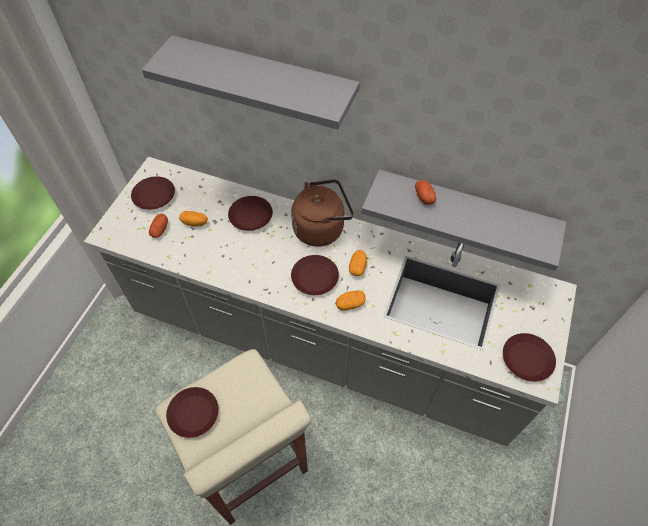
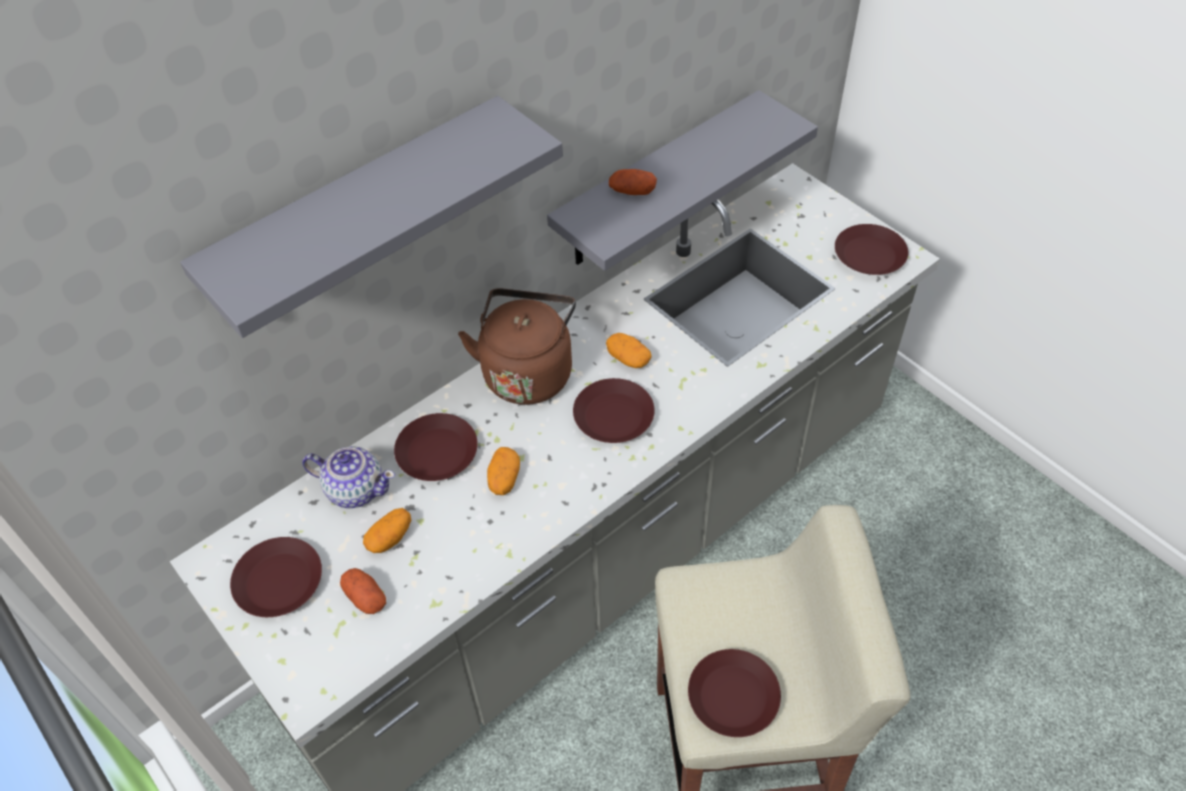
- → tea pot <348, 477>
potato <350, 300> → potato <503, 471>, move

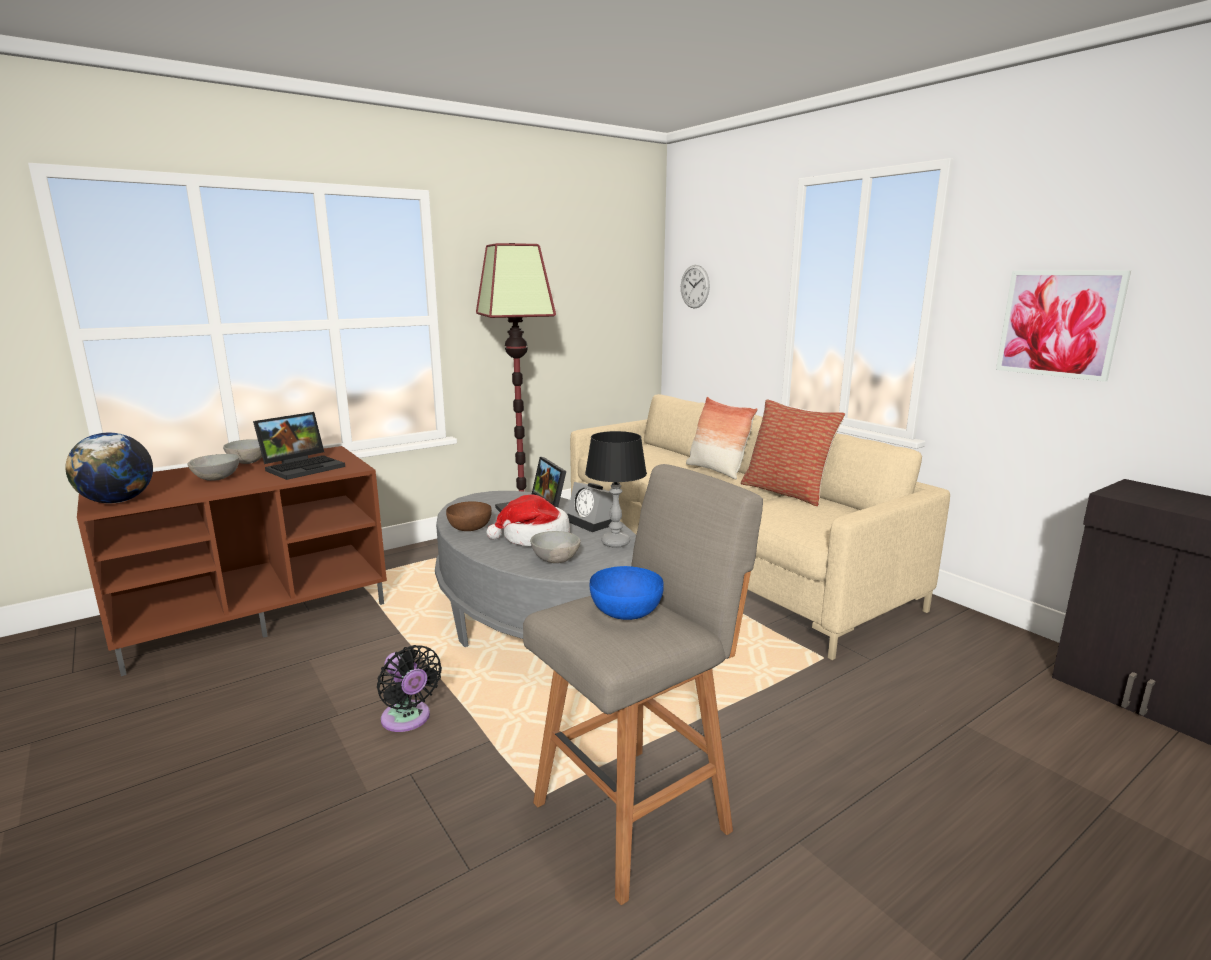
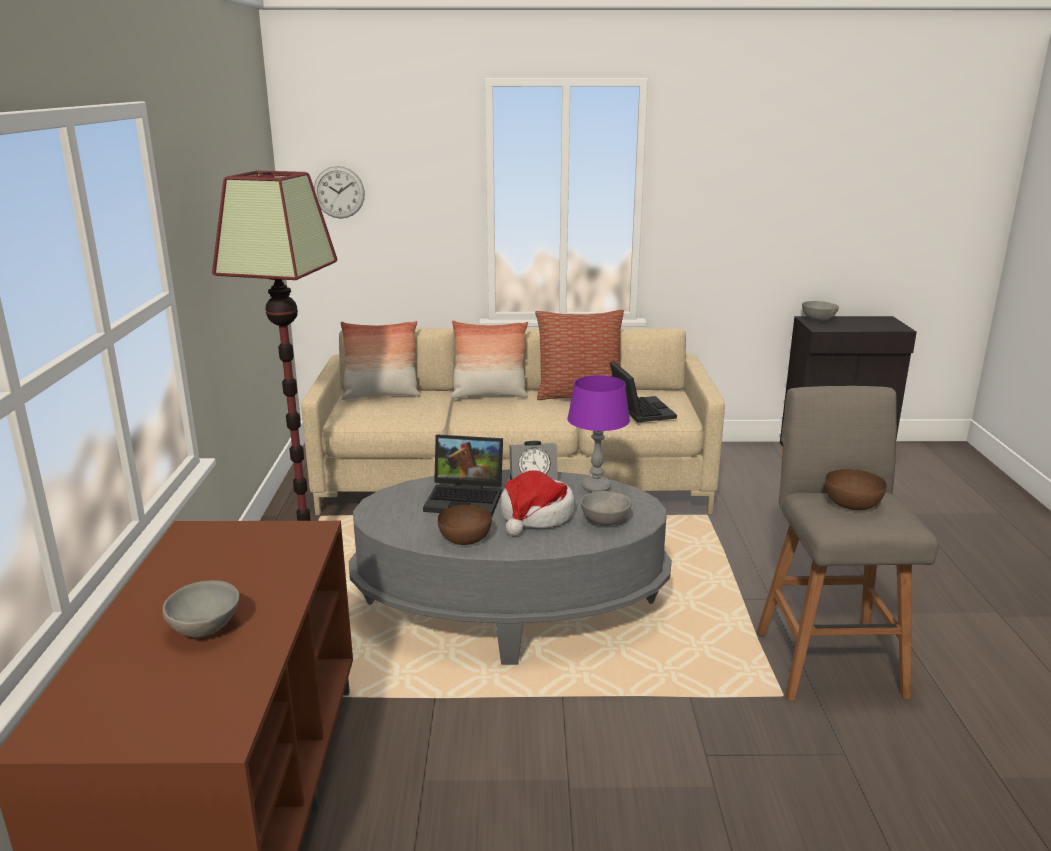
globe <109, 467> → -
black-coloured cooling fan <409, 688> → -
wall picture <1063, 326> → -
- → pillow <380, 360>
gray serving bowl <242, 451> → gray serving bowl <820, 311>, move
portable computer <299, 446> → portable computer <643, 391>, move
black-coloured tabletop lamp <616, 489> → purple-coloured tabletop lamp <598, 433>
blue-coloured serving bowl <627, 593> → brown serving bowl <856, 489>

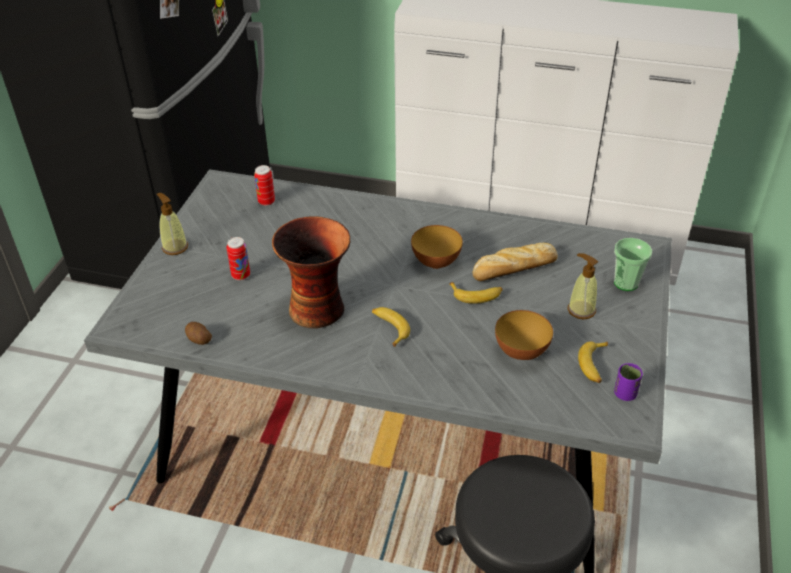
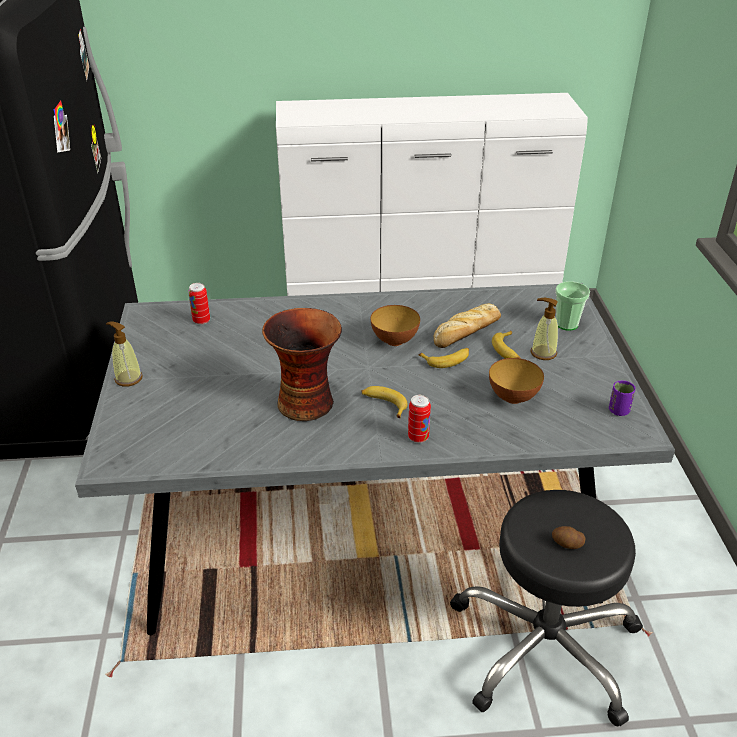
potato <198, 333> → potato <569, 537>, move
can <238, 258> → can <419, 419>, move
banana fruit <593, 362> → banana fruit <506, 345>, move

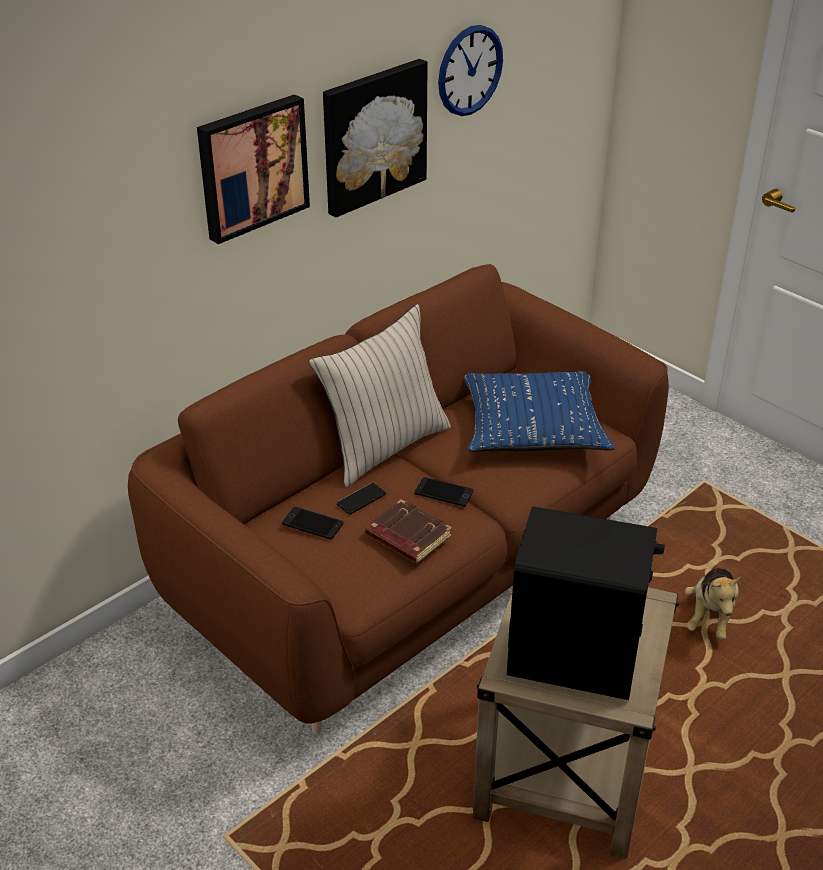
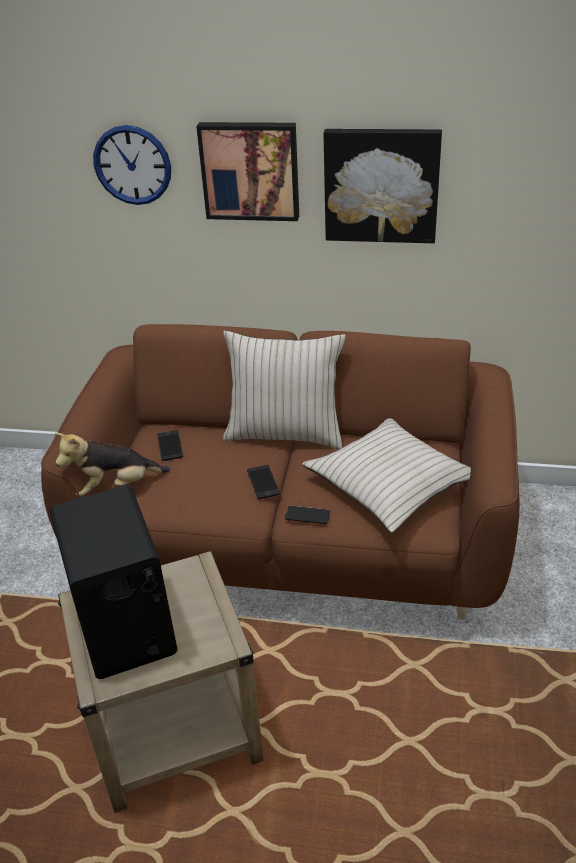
brown book <408, 531> → -
phone <361, 498> → phone <307, 515>, move
wall clock <470, 70> → wall clock <132, 165>, move
plush toy <713, 604> → plush toy <112, 464>, move
blue-coloured pillow <539, 411> → beige-coloured pillow <386, 475>

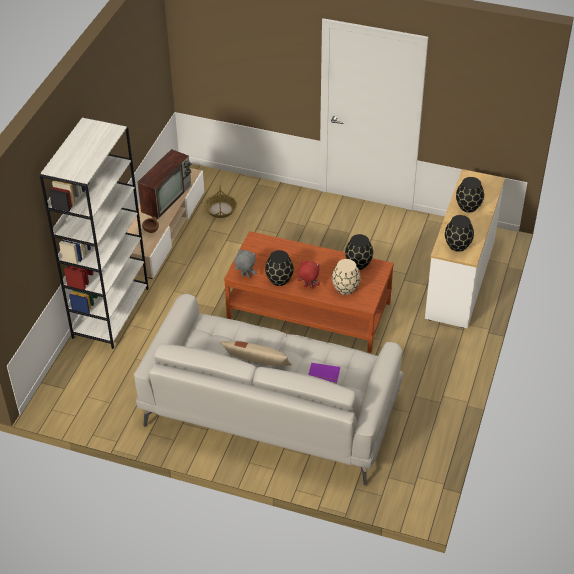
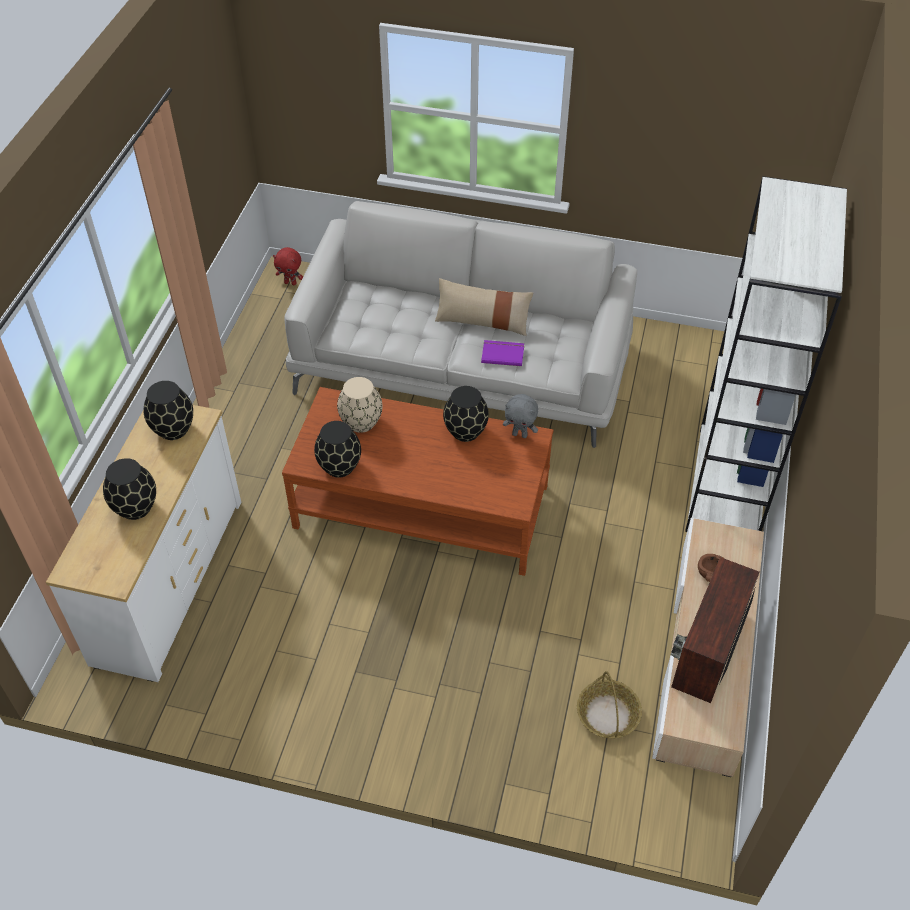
reddish plush toy <309, 274> → reddish plush toy <288, 266>, move
purple-coloured book <324, 373> → purple-coloured book <502, 353>, move

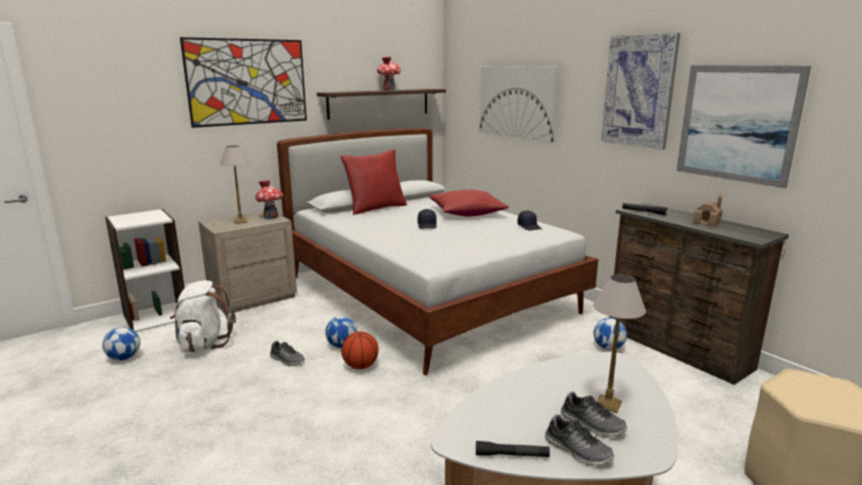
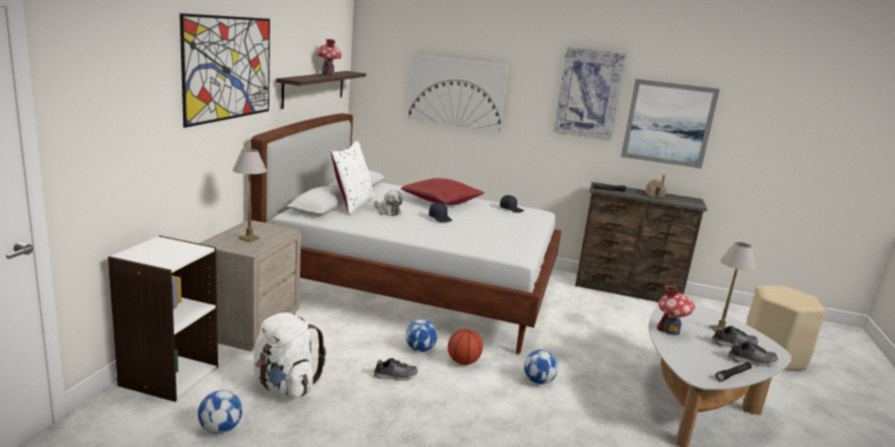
- → plush toy <388, 203>
model house <269, 199> → model house <676, 310>, move
football <610, 334> → football <541, 367>, move
reddish pillow <374, 182> → white pillow <352, 178>

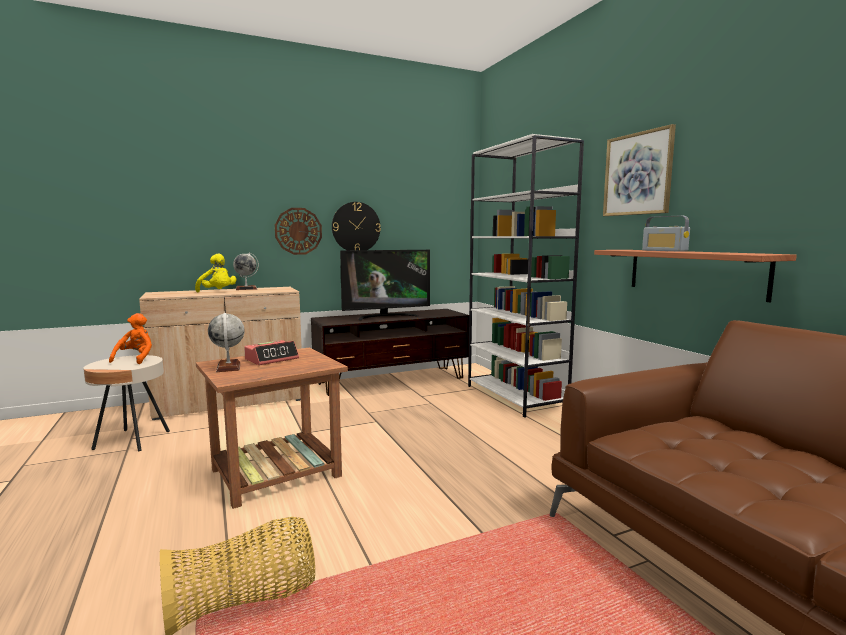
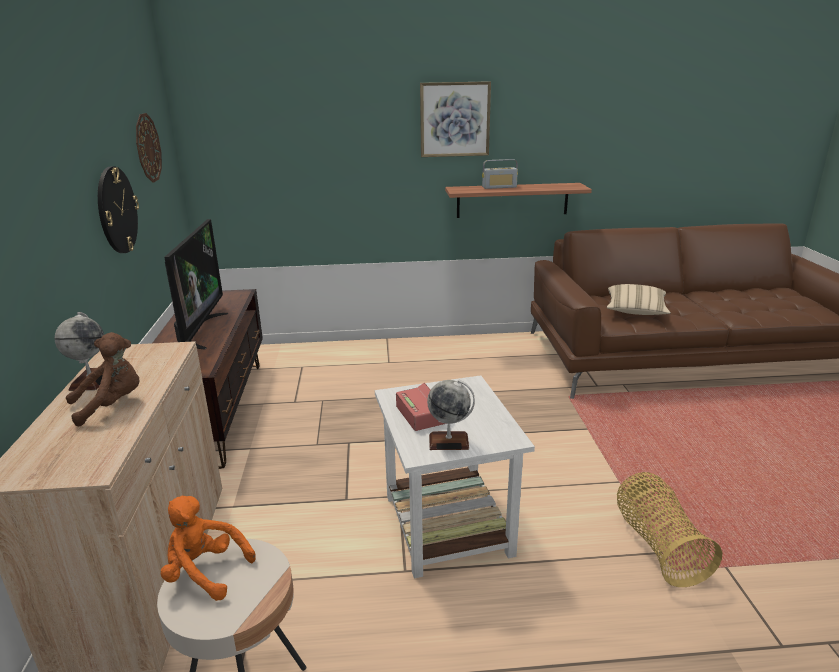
white shelving unit <526, 276> → -
- → beige-coloured pillow <638, 299>
wall clock <298, 231> → wall clock <149, 148>, move
yellowish plush toy <216, 272> → brown plush toy <103, 379>
brown end table <272, 428> → white end table <455, 476>

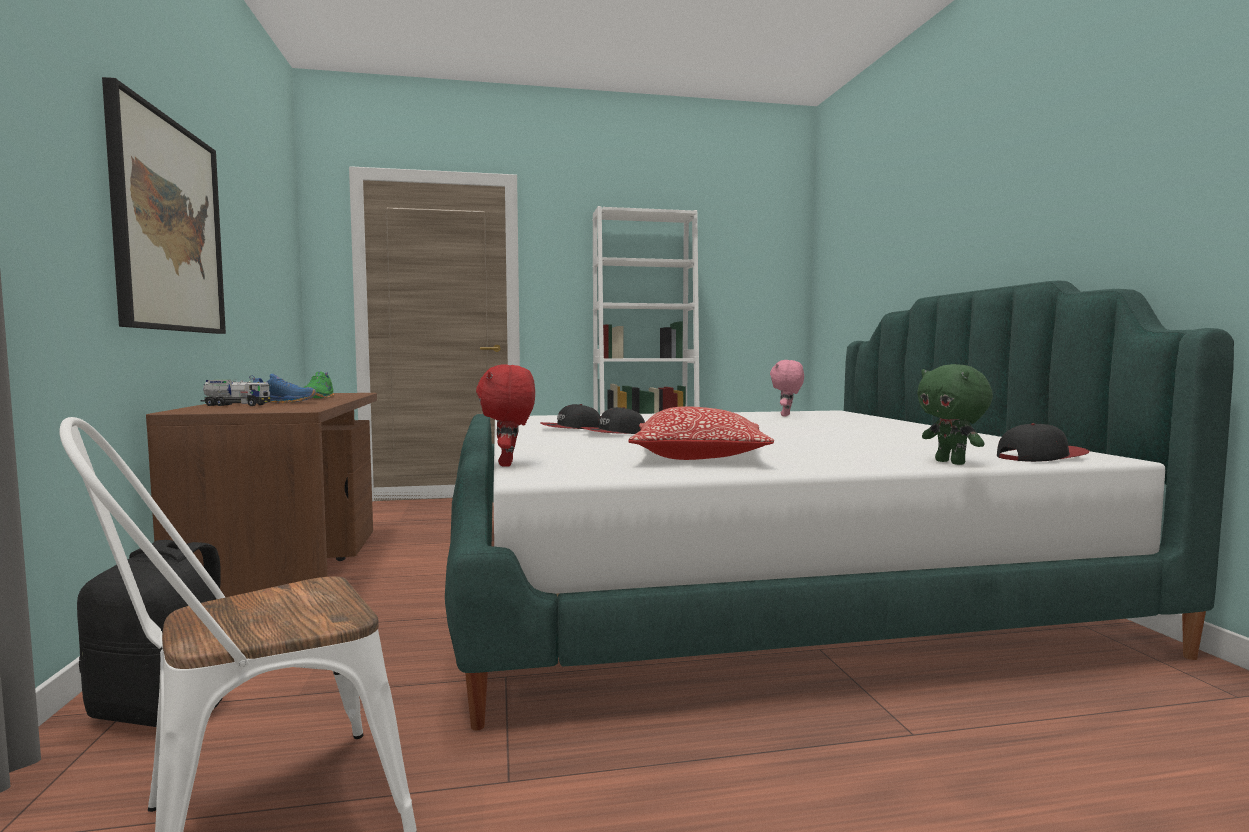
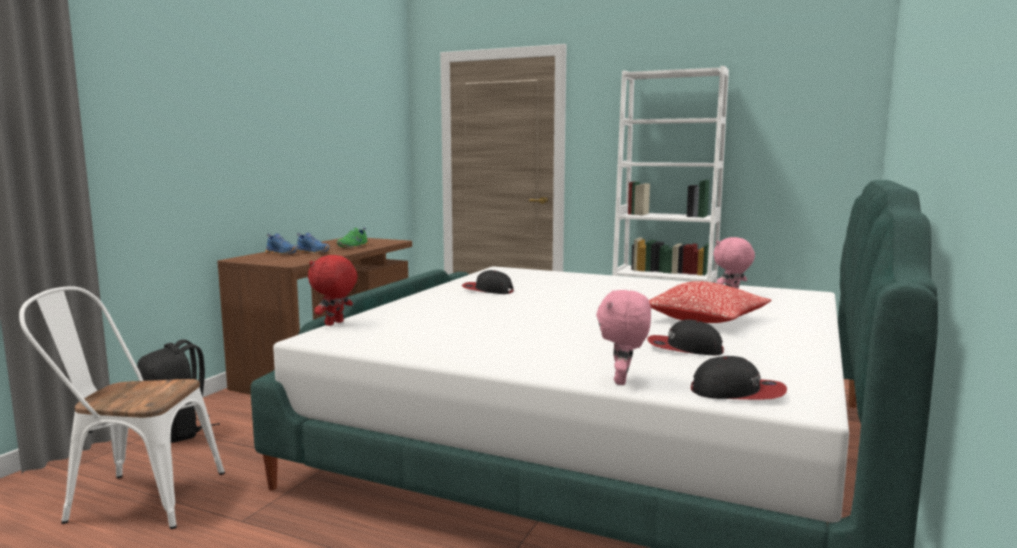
wall picture <164, 205> → -
peaked cap <613, 420> → peaked cap <685, 337>, move
pillow <701, 433> → pillow <710, 302>, move
toy truck <235, 392> → blue-coloured shoe <281, 244>
green plush toy <955, 414> → pinkish plush toy <623, 337>

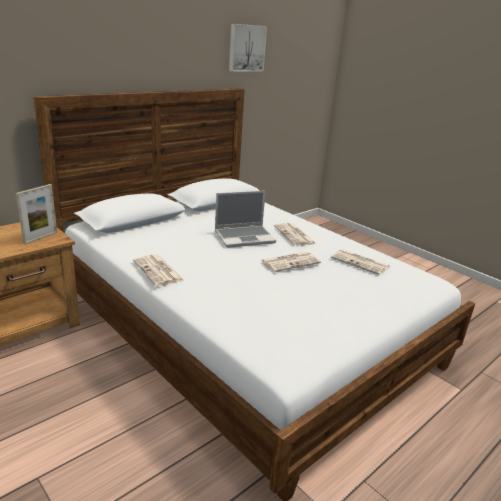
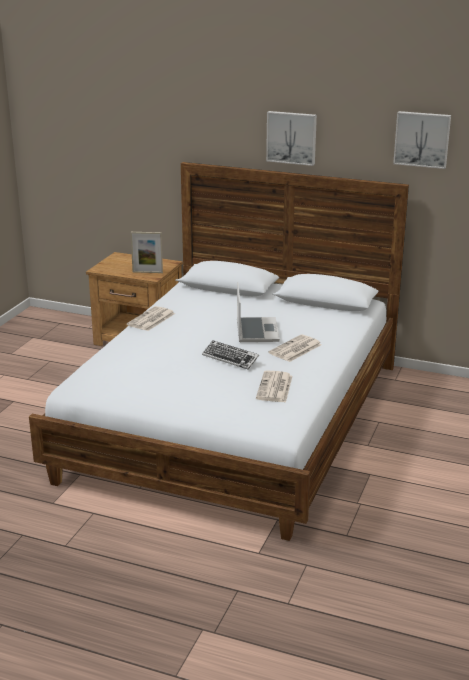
- → wall picture <291, 138>
printed paper <291, 262> → keyboard <230, 354>
portable computer <245, 219> → portable computer <258, 312>, 135 degrees counterclockwise

